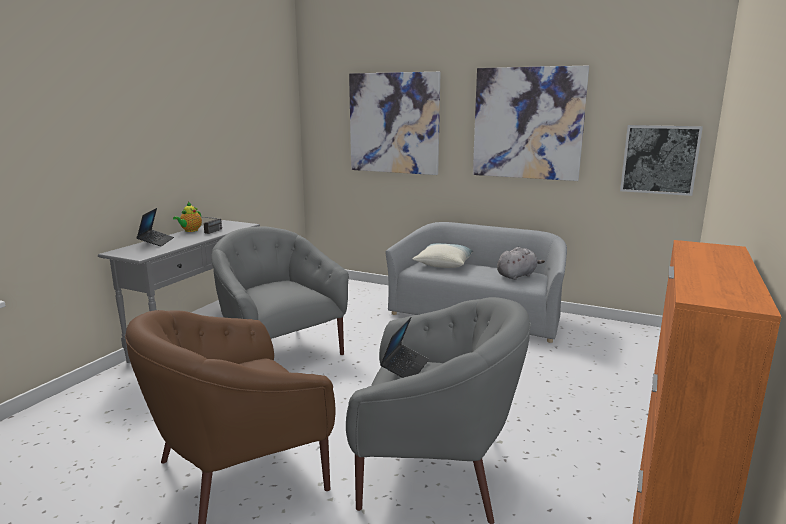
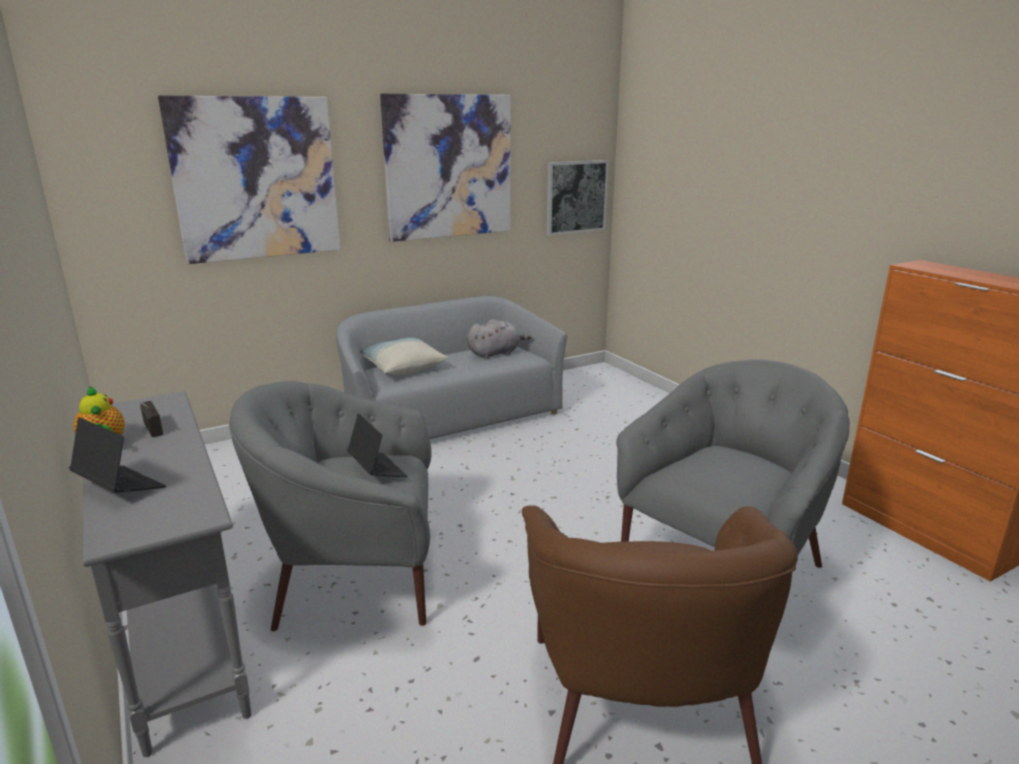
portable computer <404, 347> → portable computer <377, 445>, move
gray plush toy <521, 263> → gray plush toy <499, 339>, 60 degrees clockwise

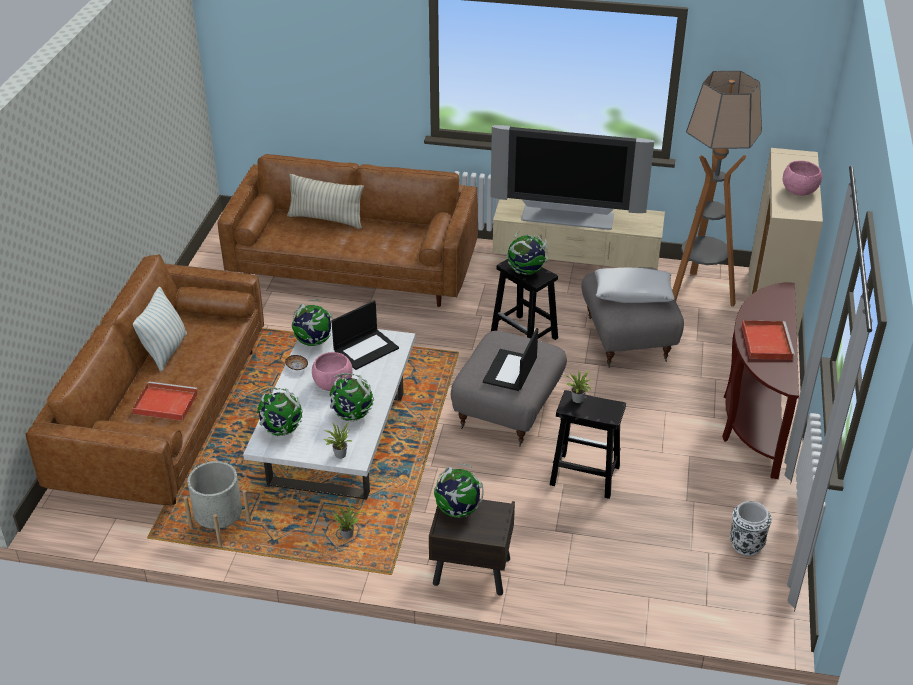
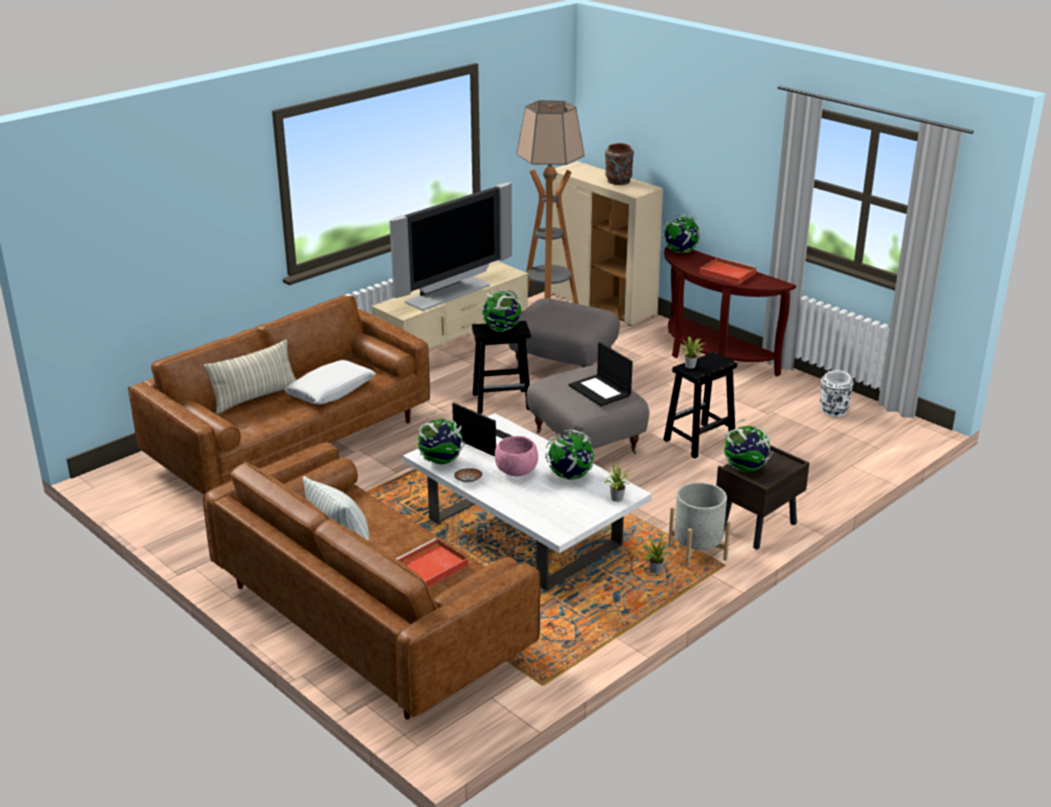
gray flower pot <217, 504> → gray flower pot <699, 525>, move
globe <280, 412> → globe <681, 233>, move
white pillow <635, 285> → white pillow <330, 382>, move
pinkish serving bowl <802, 178> → brown vase <619, 164>
portable computer <365, 335> → portable computer <482, 430>, 45 degrees counterclockwise

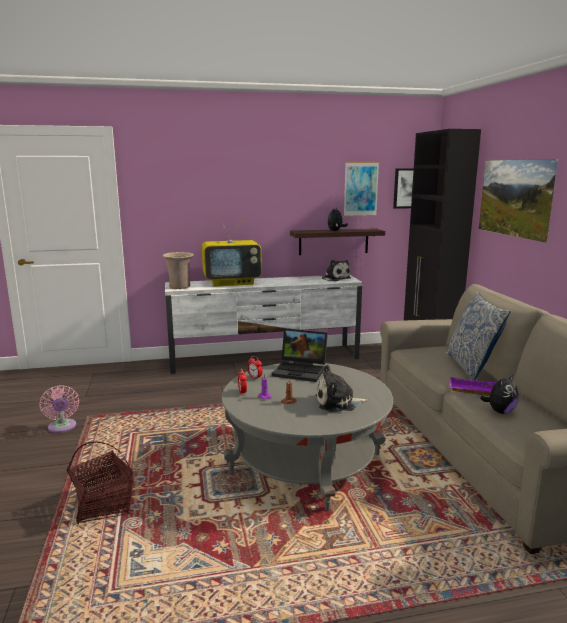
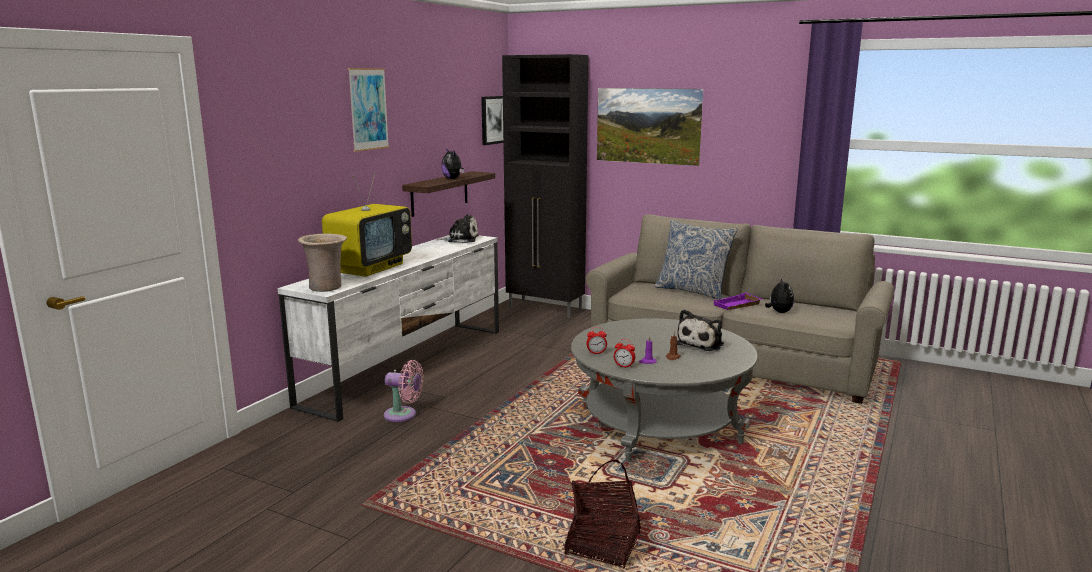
portable computer <300, 355> → -
pinkish cooling fan <59, 409> → pinkish cooling fan <404, 391>, move
wall picture <361, 189> → wall picture <368, 110>, move

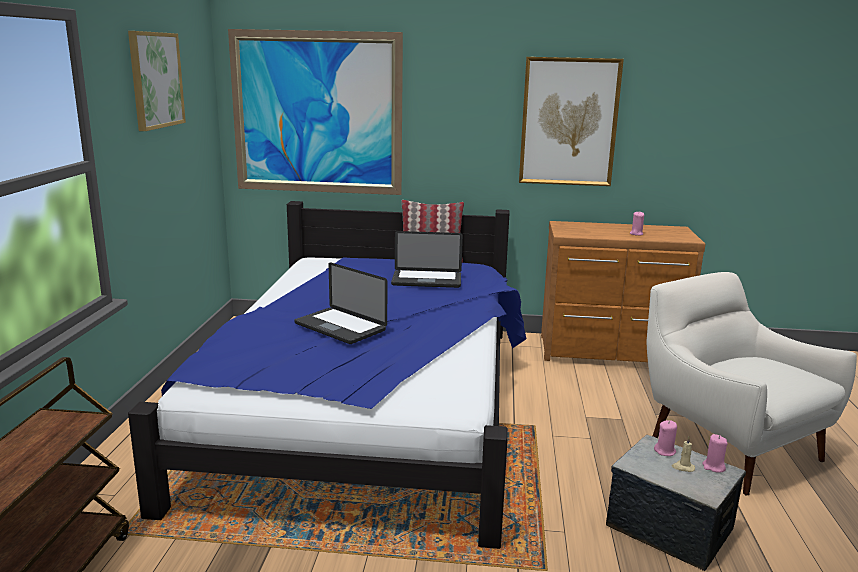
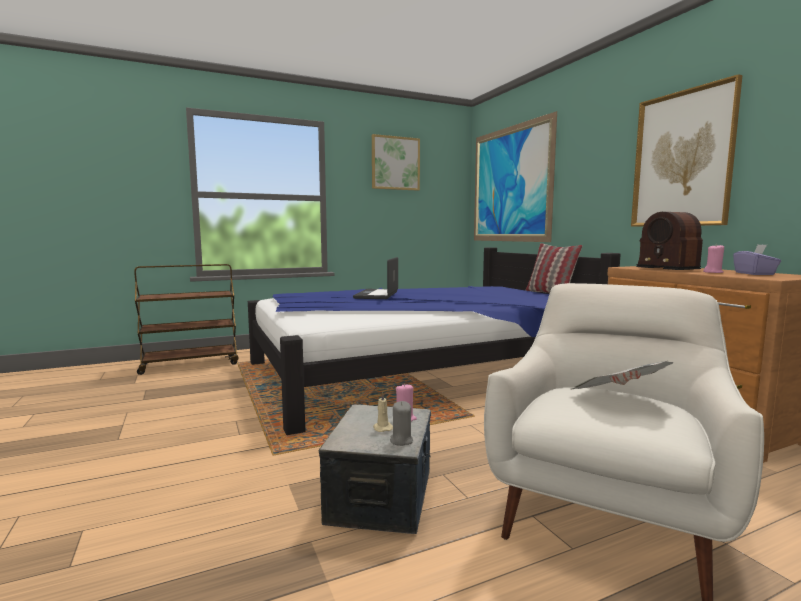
portable computer <427, 259> → -
- → printed paper <622, 375>
- → radio <669, 241>
- → purple-coloured tissue holder <757, 259>
pinkish wax light <714, 453> → gray wax light <401, 423>

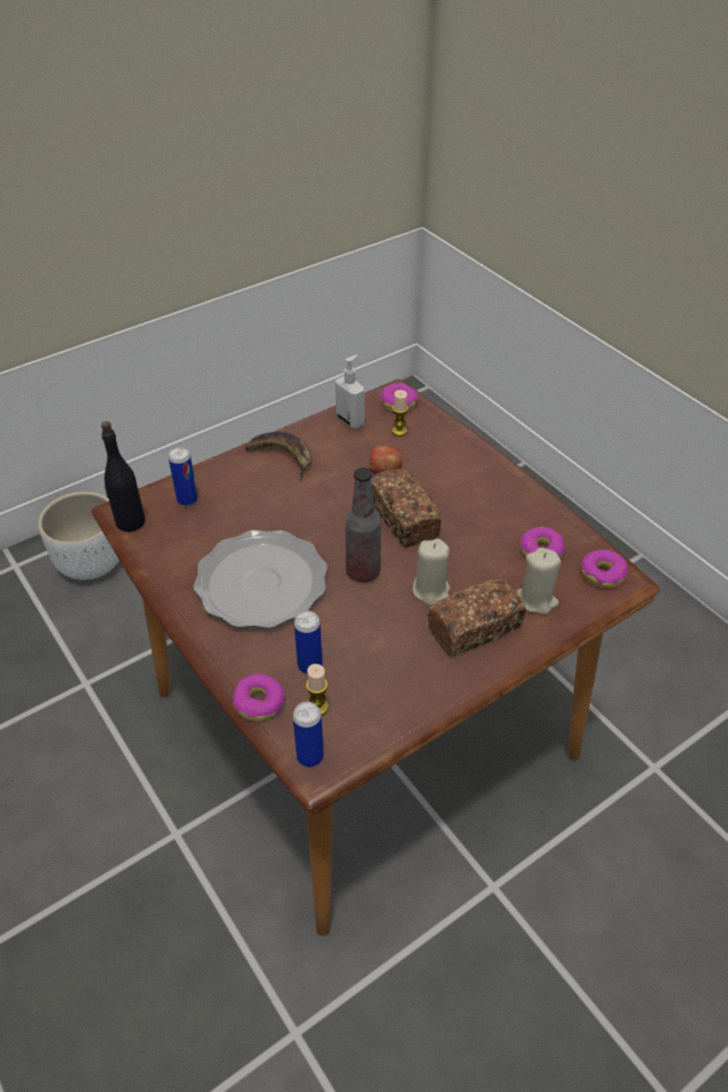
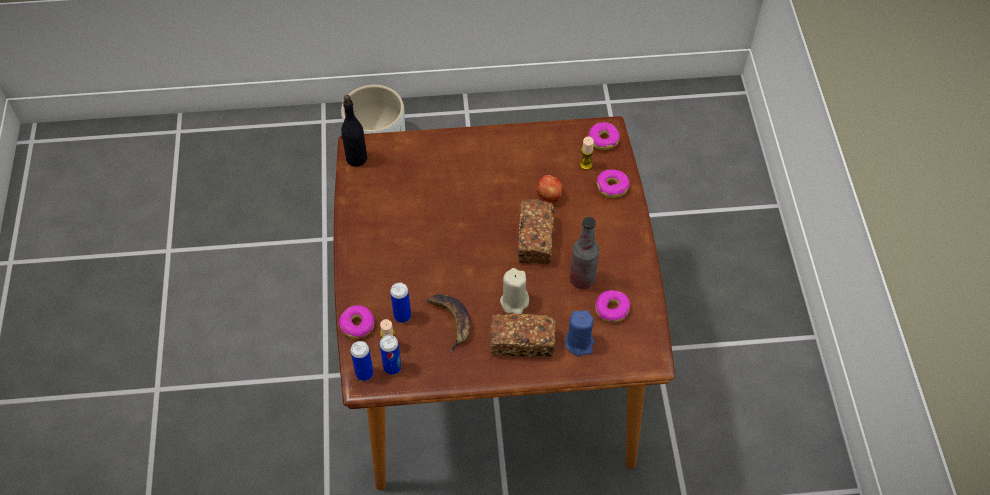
dinner plate <260, 579> → -
liquid soap bottle <350, 392> → -
can <183, 476> → can <390, 355>, move
banana fruit <278, 456> → banana fruit <449, 323>, move
beverage bottle <363, 524> → beverage bottle <584, 253>, move
doughnut <604, 569> → doughnut <613, 184>, move
beige-coloured wax light <539, 580> → blue-coloured wax light <579, 333>

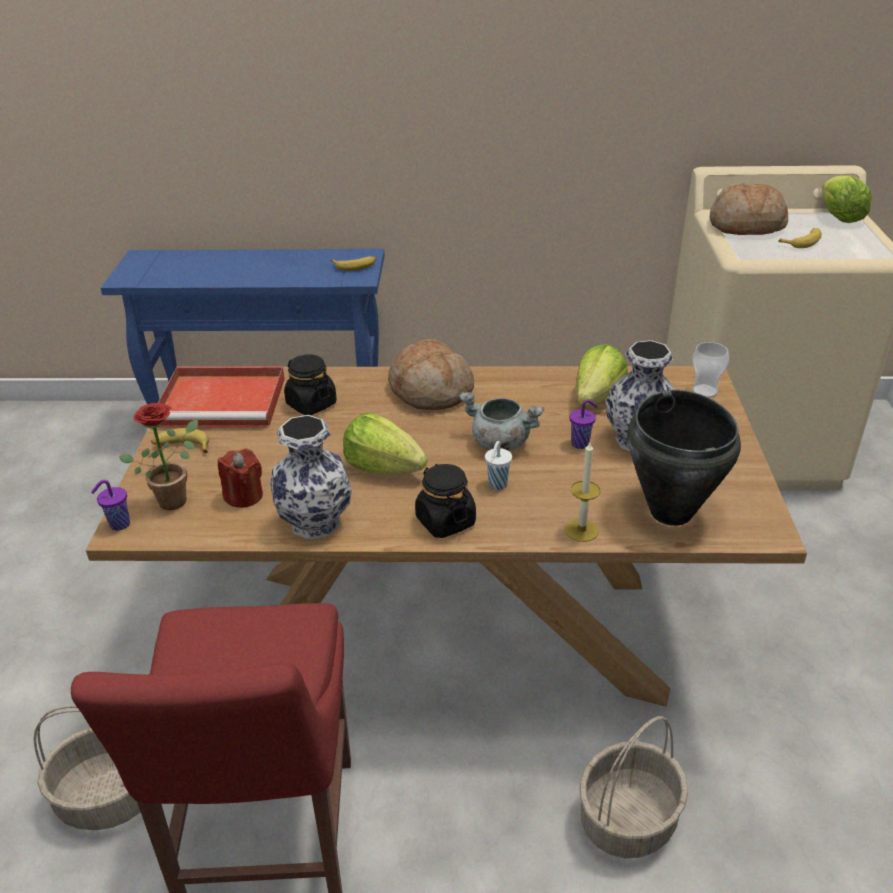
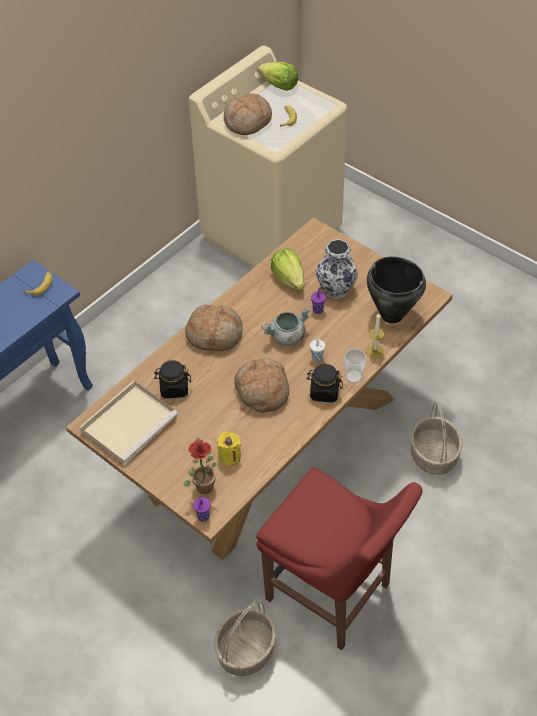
banana fruit <180, 440> → -
vase <311, 477> → -
cup <710, 370> → cup <355, 366>, move
head of lettuce <385, 444> → bread <261, 385>
reddish serving tray <221, 396> → beige-coloured serving tray <129, 423>
reddish wax light <240, 478> → yellowish wax light <229, 448>

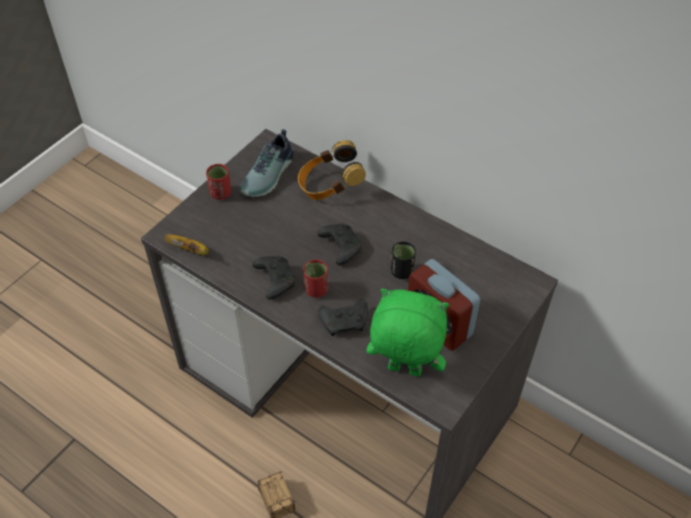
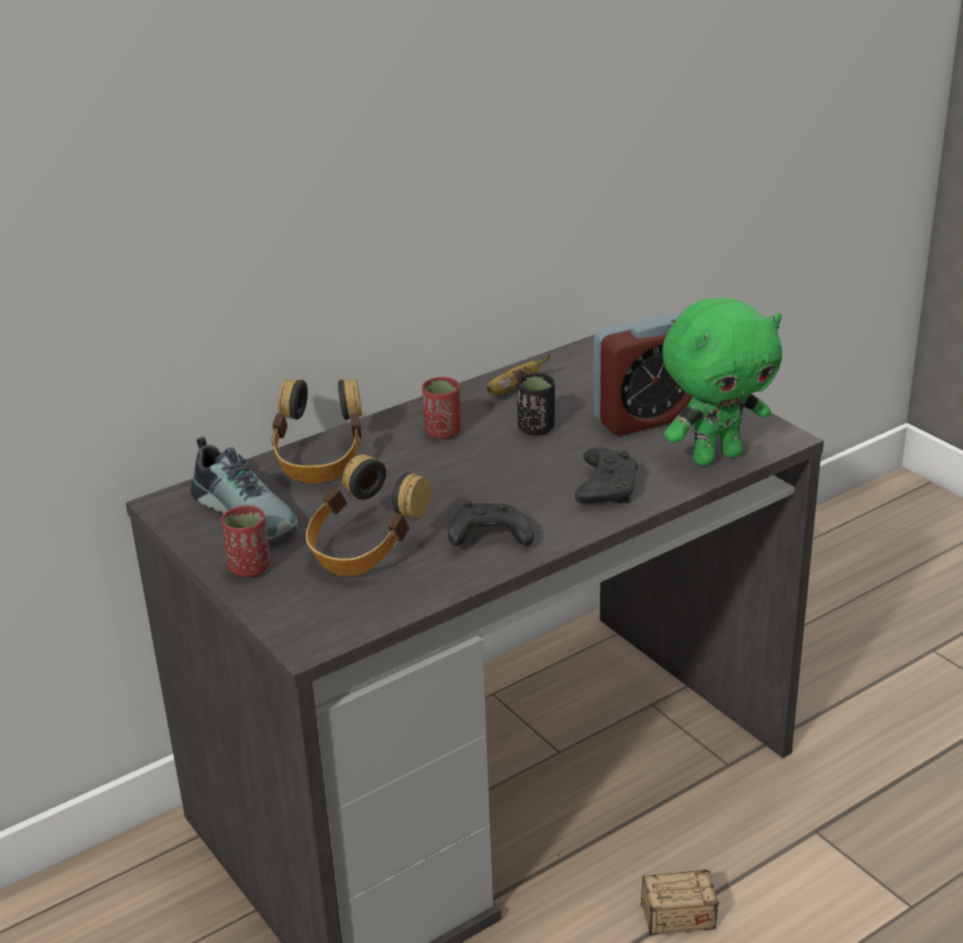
black-coloured joypad <339, 244> → -
- → headphones <368, 515>
banana fruit <186, 244> → banana fruit <518, 375>, move
reddish cup <315, 279> → reddish cup <441, 408>, move
green plush toy <408, 332> → green plush toy <722, 382>, 150 degrees counterclockwise

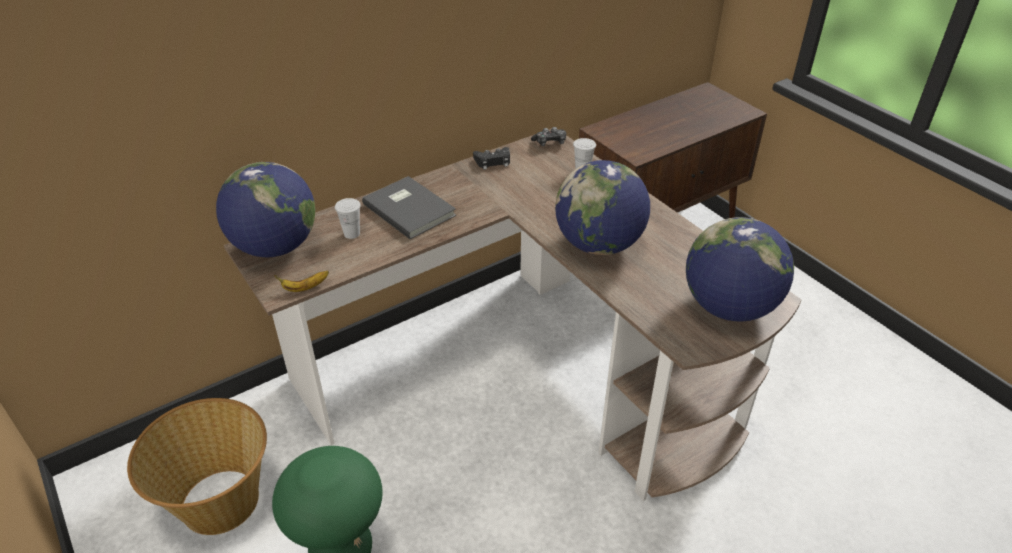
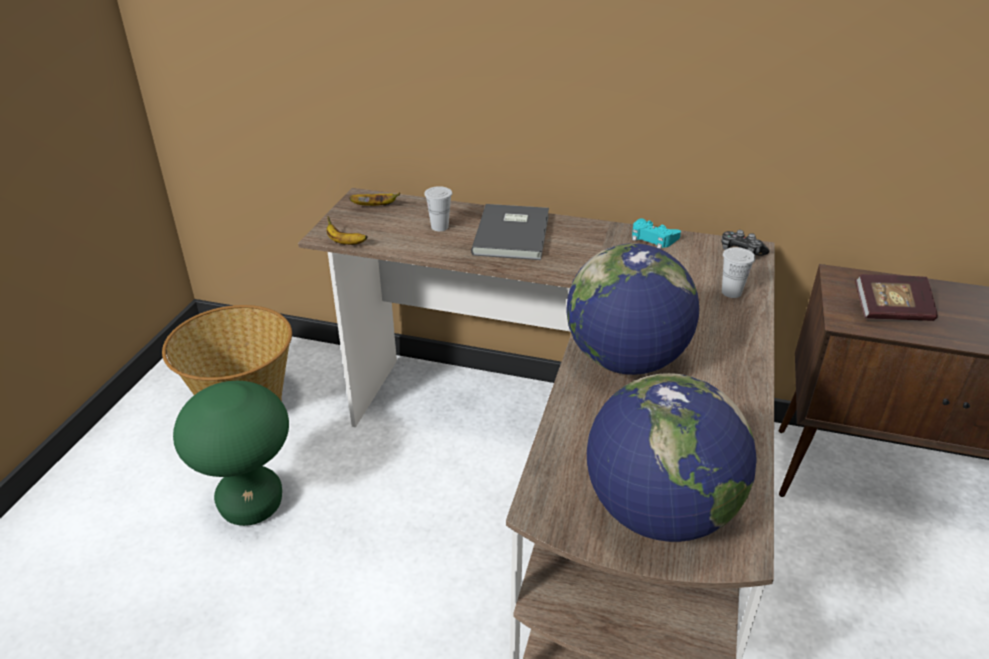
- → book <896, 297>
globe <265, 210> → banana fruit <374, 199>
black-coloured joypad <491, 158> → turquoise joypad <656, 234>

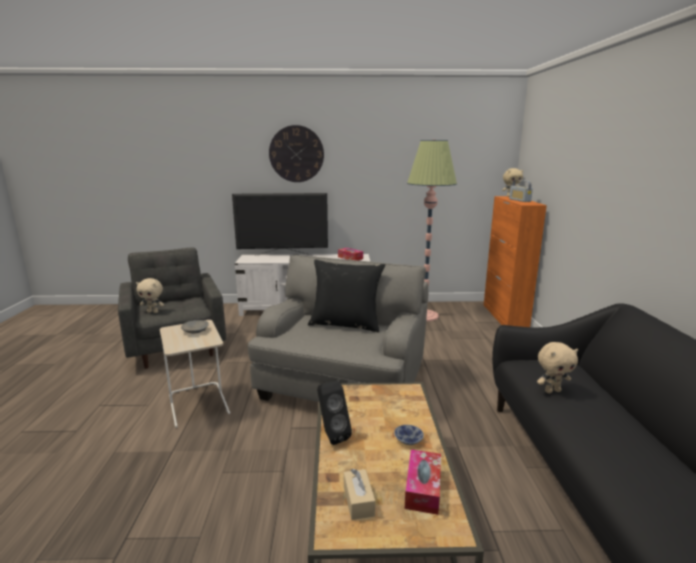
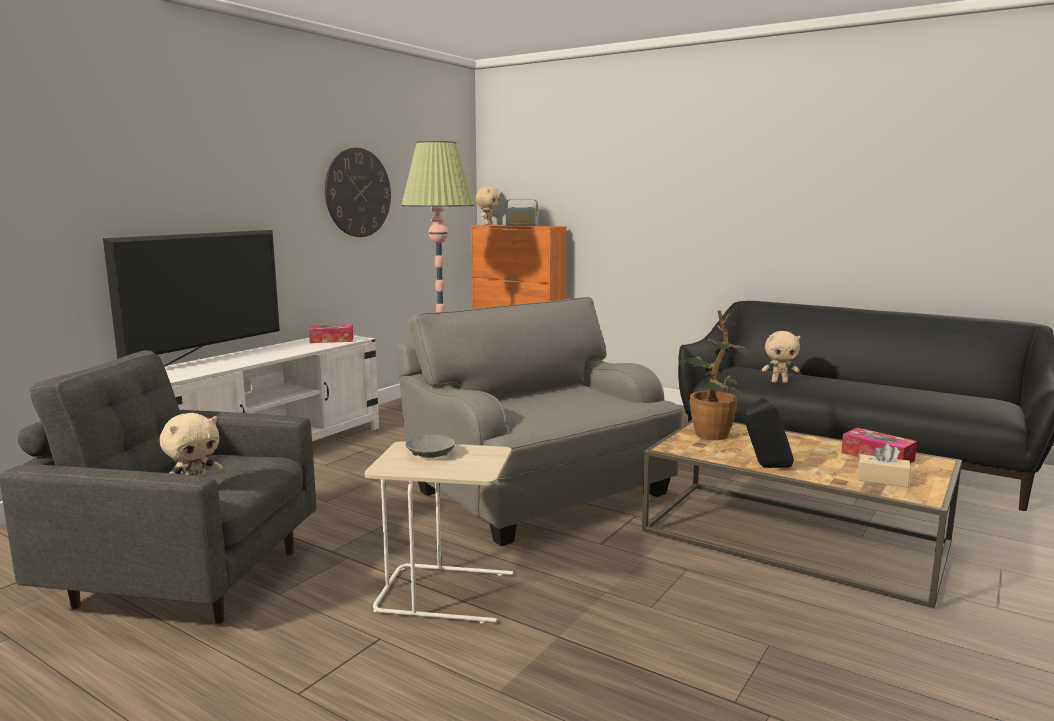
black-coloured pillow <346, 296> → -
serving bowl <409, 435> → -
- → plant in a pot <714, 375>
wall clock <296, 153> → wall clock <358, 192>, move
beige-coloured plush toy <557, 367> → beige-coloured plush toy <781, 357>, 75 degrees clockwise

